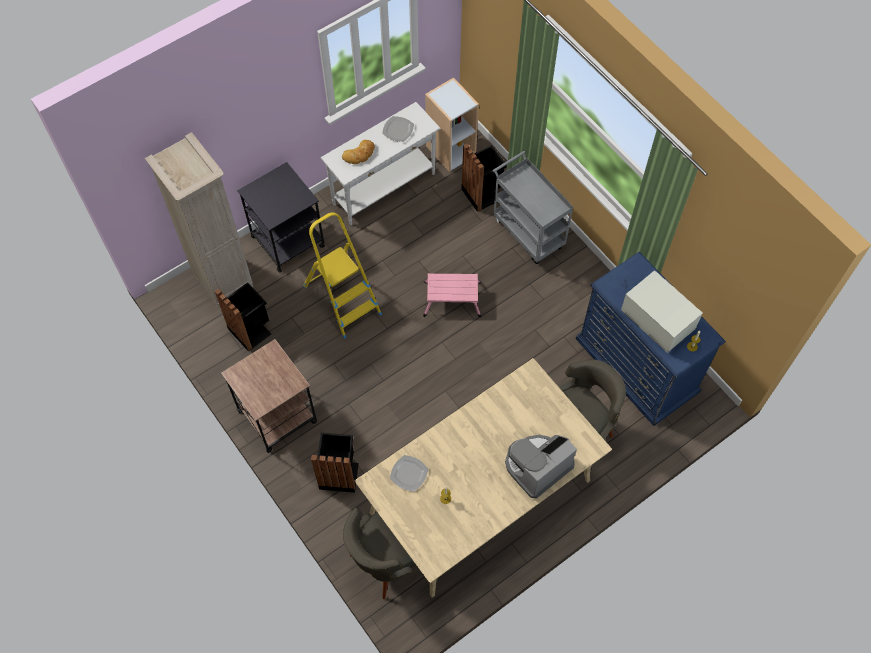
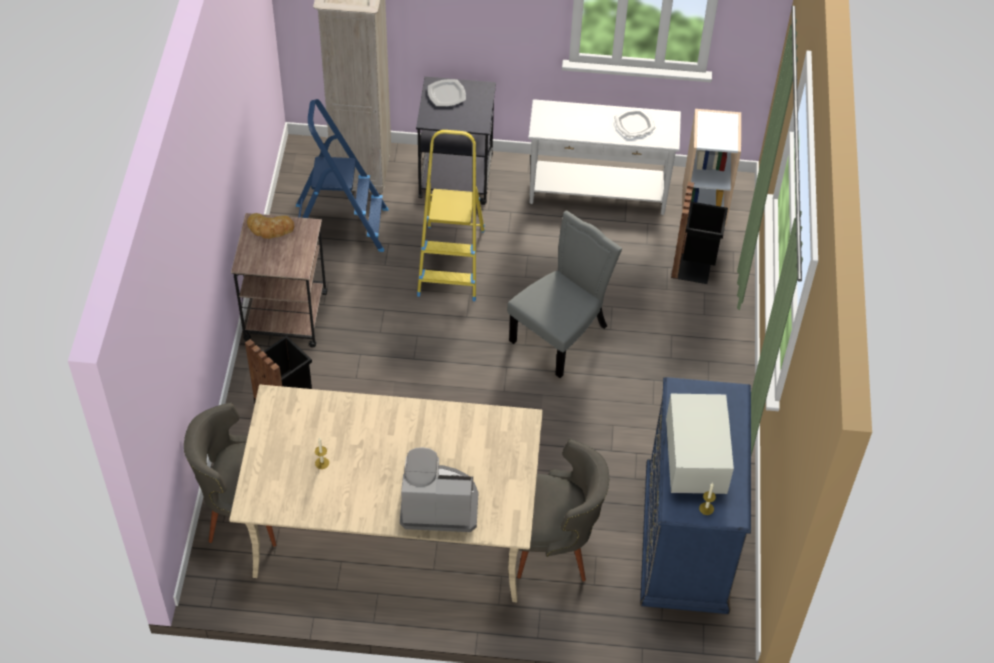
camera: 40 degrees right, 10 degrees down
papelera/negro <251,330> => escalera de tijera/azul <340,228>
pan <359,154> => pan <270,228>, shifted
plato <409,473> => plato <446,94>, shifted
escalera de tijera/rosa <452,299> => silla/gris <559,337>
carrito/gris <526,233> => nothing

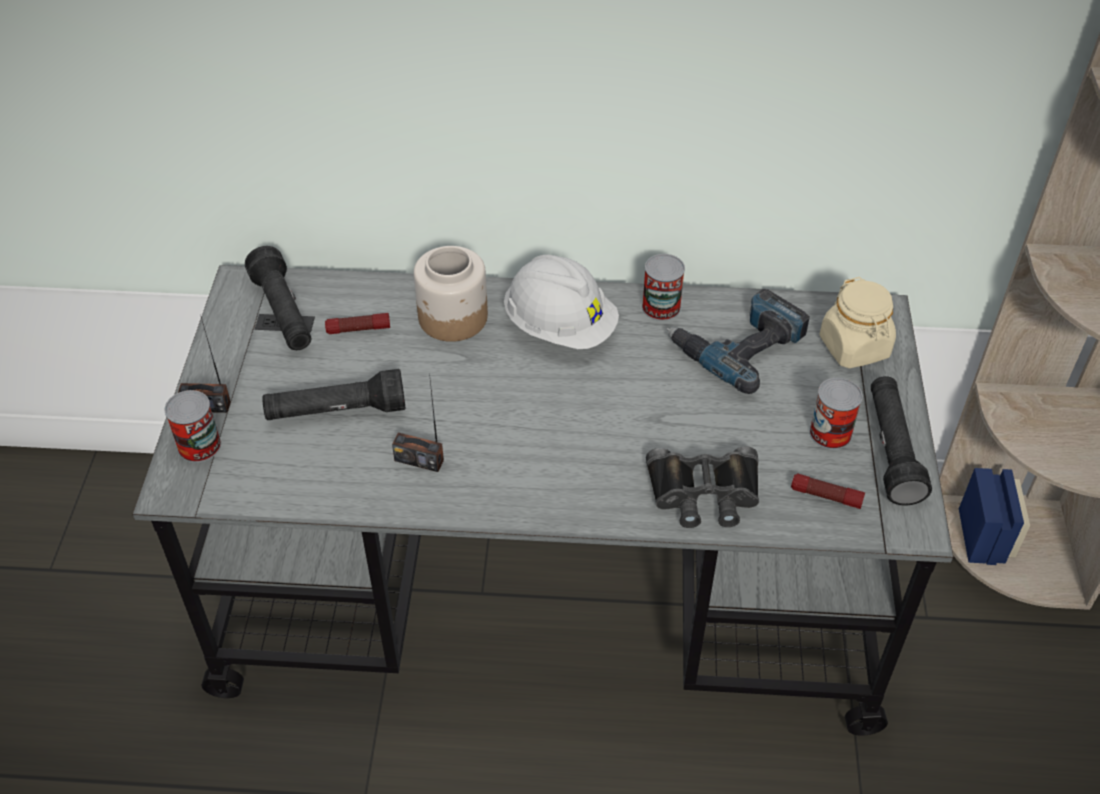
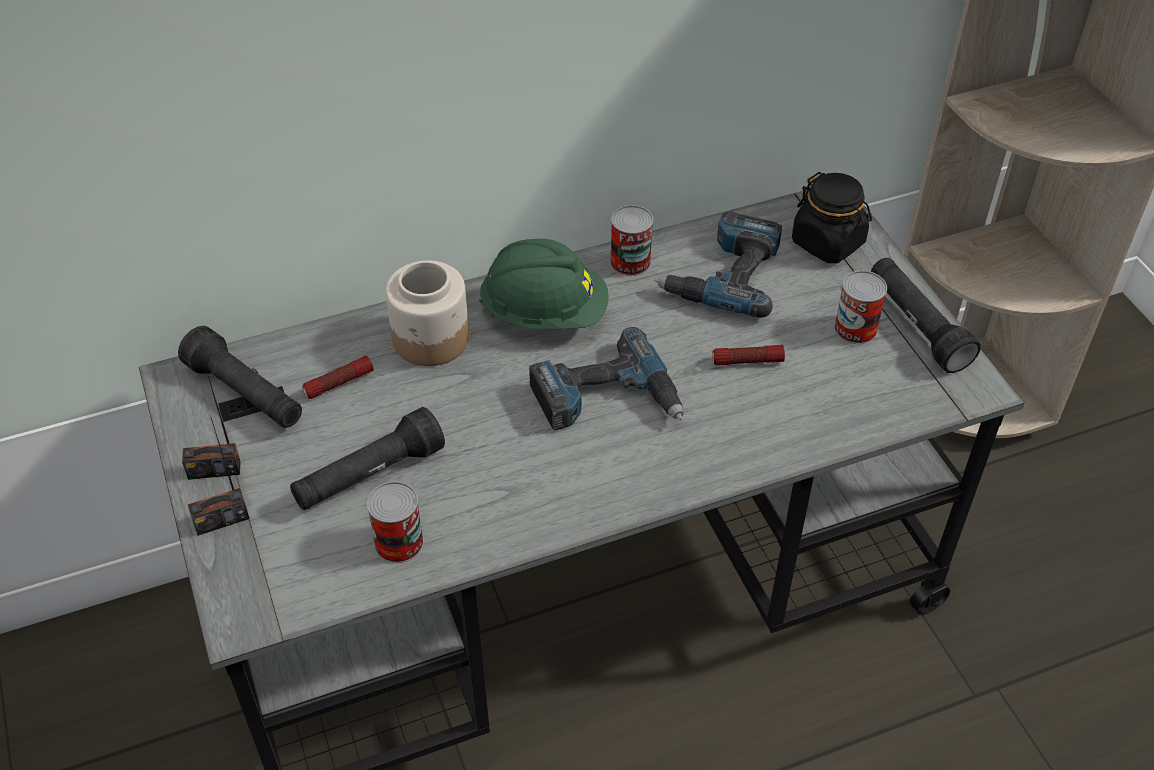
camera: 25 degrees left, 0 degrees up
lata <199,446> => lata <399,542>, shifted
radio <419,460> => radio <214,470>, shifted
casco/blanco <560,327> => casco/verde <545,313>
prismáticos/negro <704,493> => nothing
linterna <826,496> => linterna <747,361>, shifted
tarro/beis <854,347> => tarro/negro <828,242>
nothing => taladro <606,399>

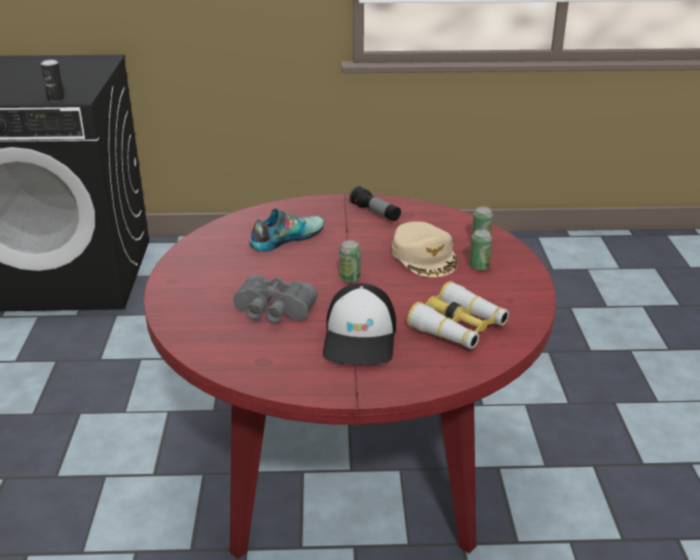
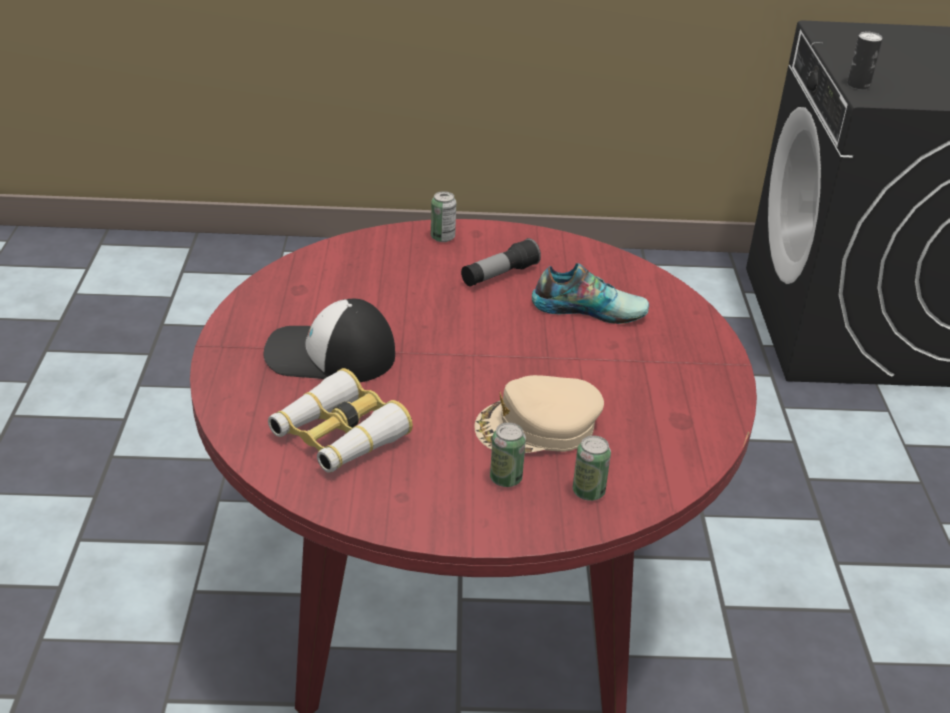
camera: 90 degrees right, 5 degrees up
prismáticos/gris <273,311> => nothing
zapato <286,238> => zapato <589,308>, 45 degrees counterclockwise
lata <350,278> => lata <442,237>, shifted
linterna <375,213> => linterna <499,275>, shifted

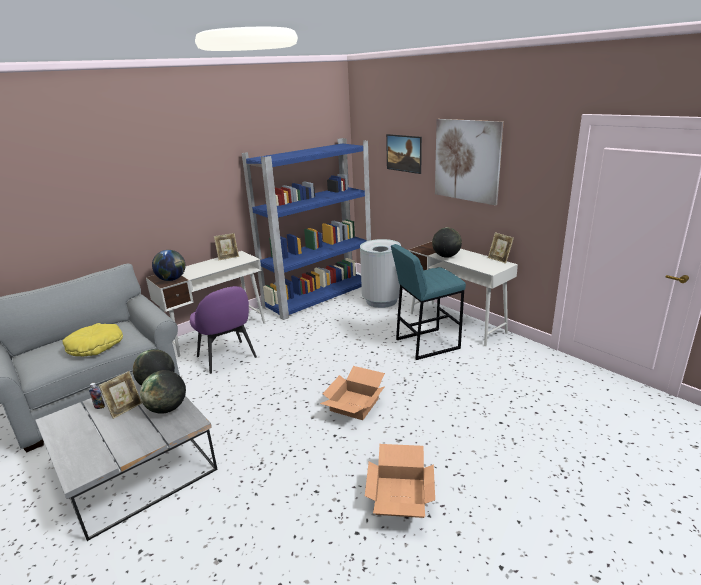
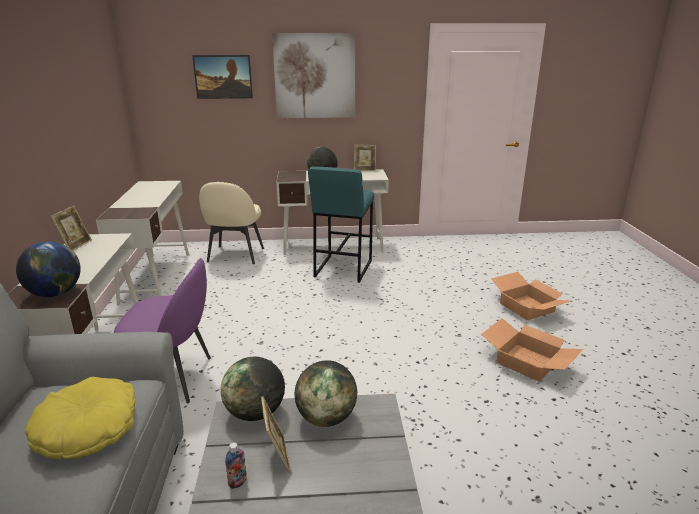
camera: 55 degrees left, 0 degrees up
estantería/azul <319,296> => escritorio/blanco <156,277>
caja de cartón <355,405> => caja de cartón <528,307>, shifted
papelera/gris <381,301> => silla/beis <235,256>

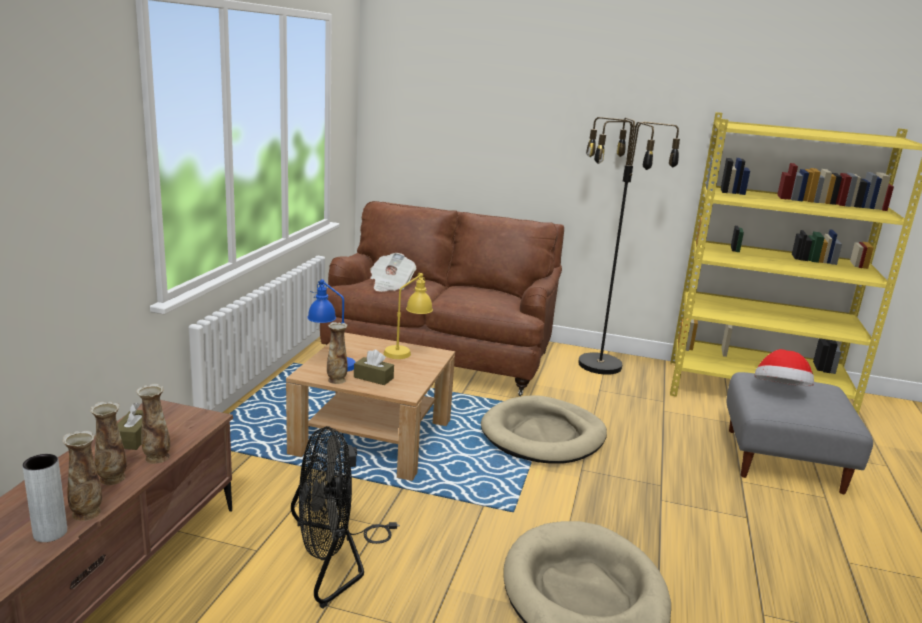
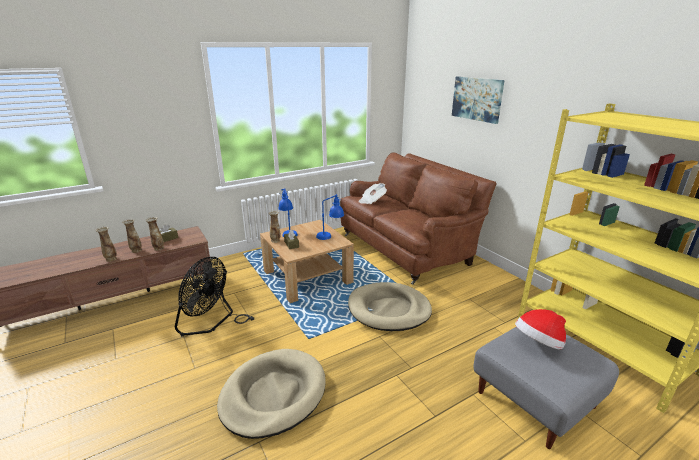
camera: 45 degrees right, 5 degrees up
florero/gris <50,533> => nothing
lámpara de mesa/amarillo <407,351> => lámpara de mesa/azul <330,236>
lámpara de pie <598,365> => nothing
nothing => cuadro <477,99>

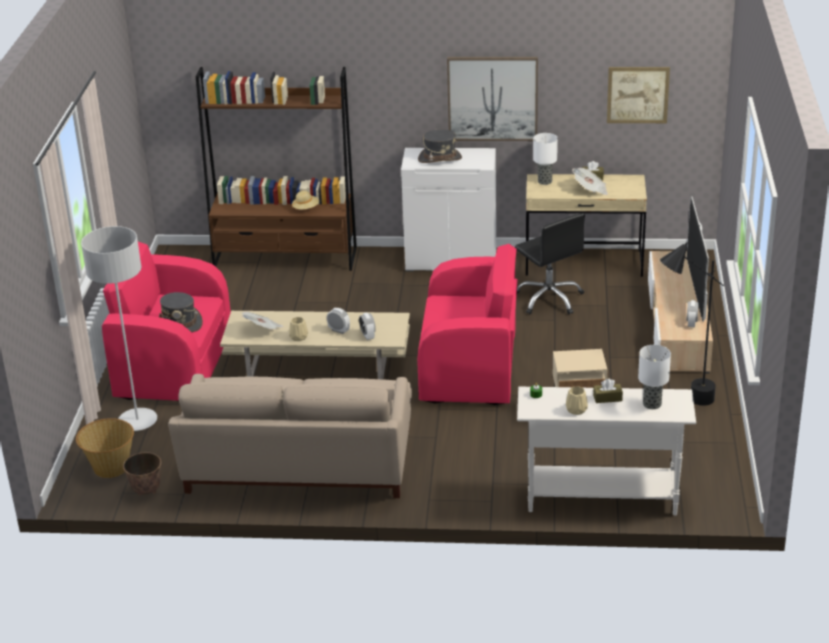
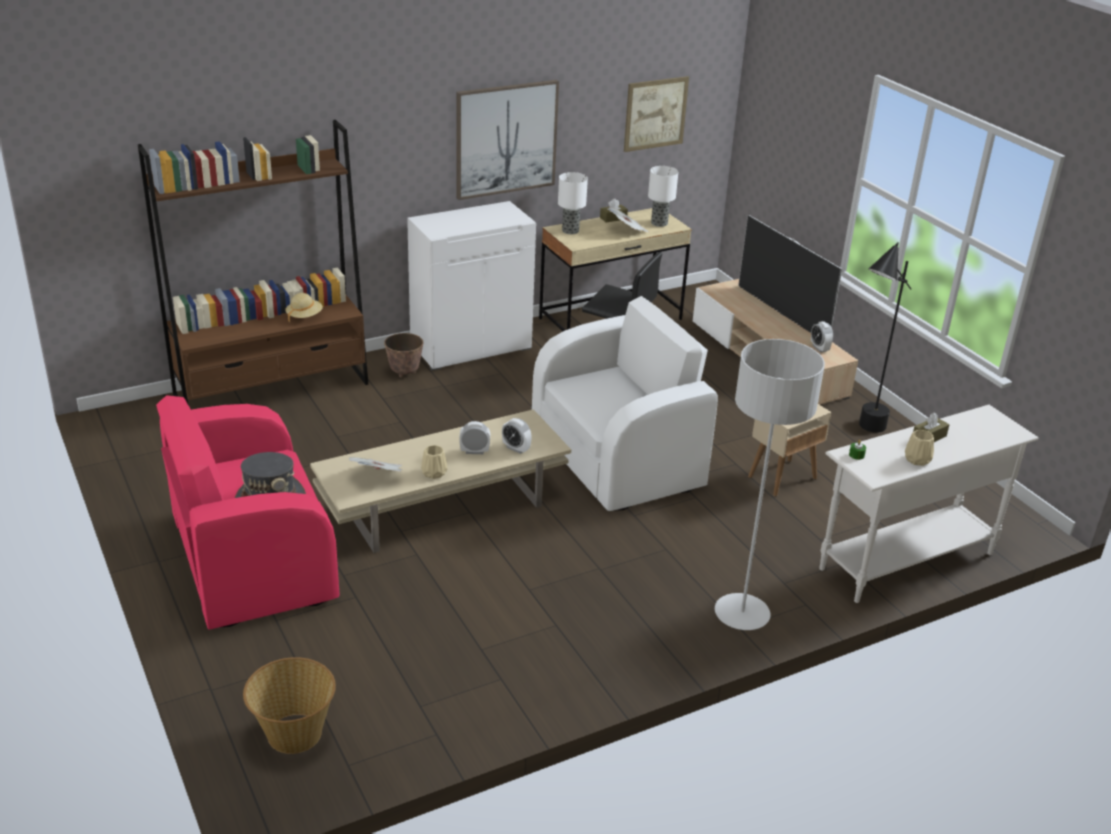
camera: 35 degrees left, 0 degrees up
lámpara de pie/gris <137,421> => lámpara de pie/gris <742,614>, shifted
maceta <146,491> => maceta <404,373>, shifted
sofá/beis <298,464> => nothing
sillón/rosa <470,368> => sillón/blanco <618,459>
sombrero/gris <440,158> => nothing
lámpara de mesa <652,404> => lámpara de mesa <659,223>, shifted

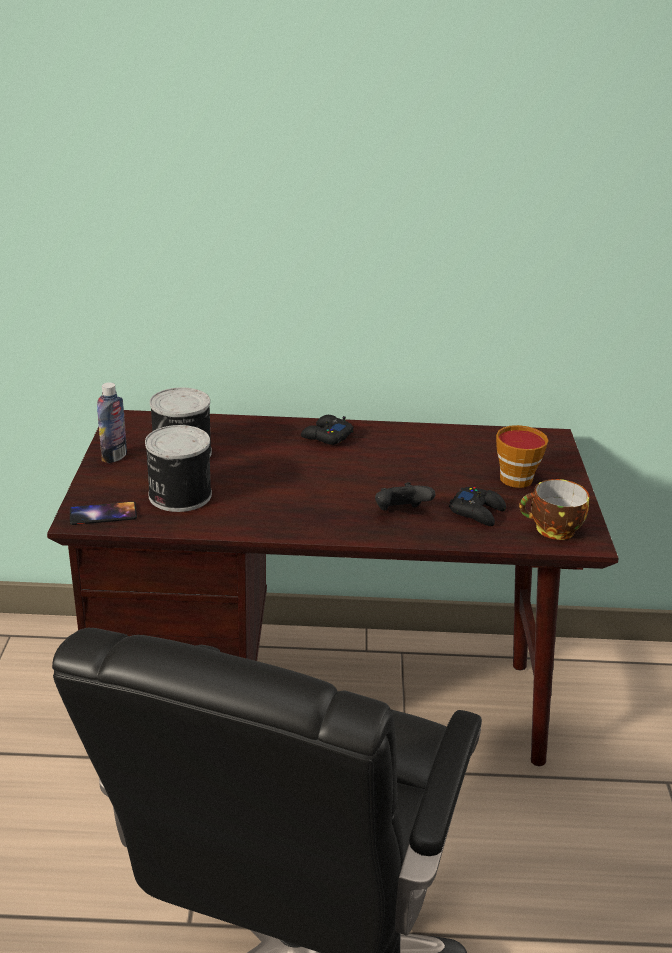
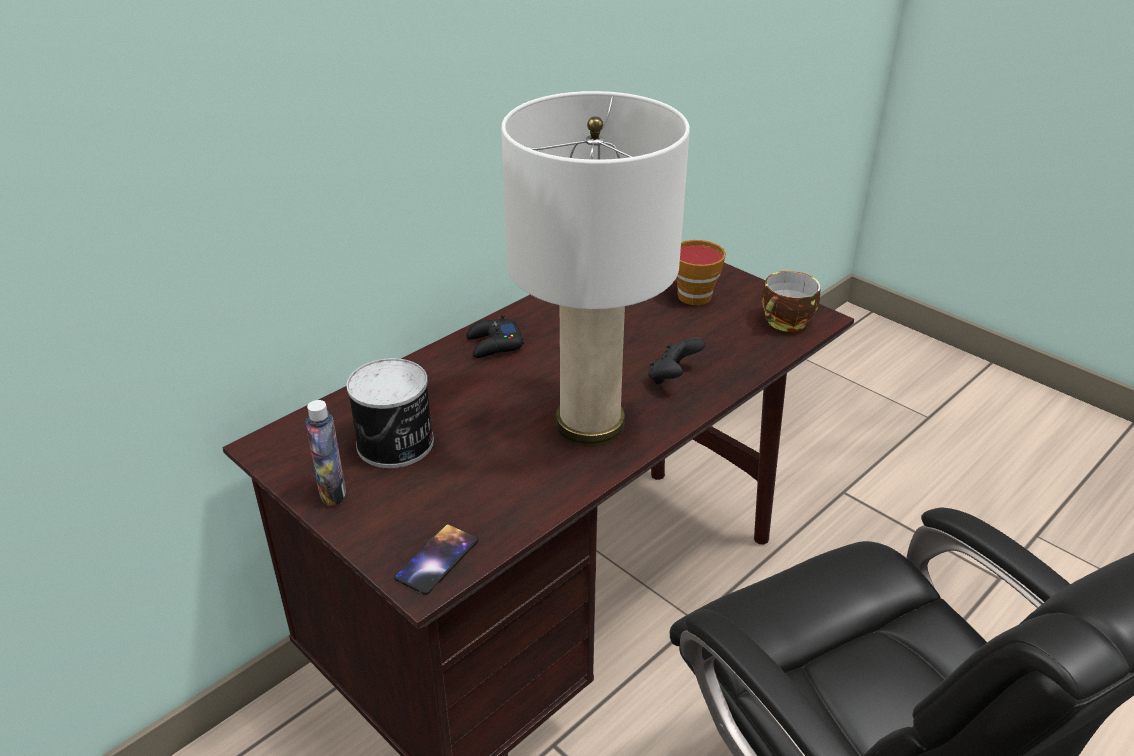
camera: 45 degrees left, 5 degrees up
lata <178,495> => nothing
mando de consola/negro <477,512> => nothing
nothing => lámpara de mesa/blanco <591,424>

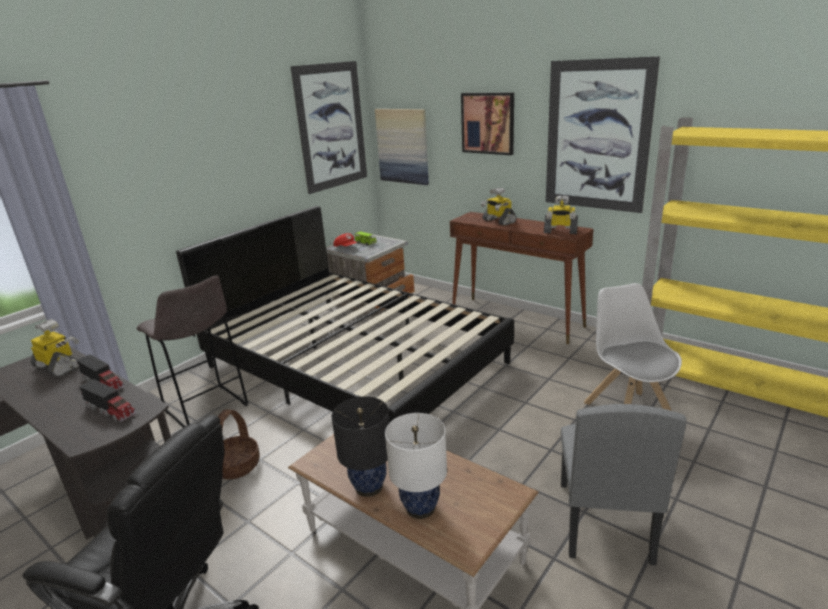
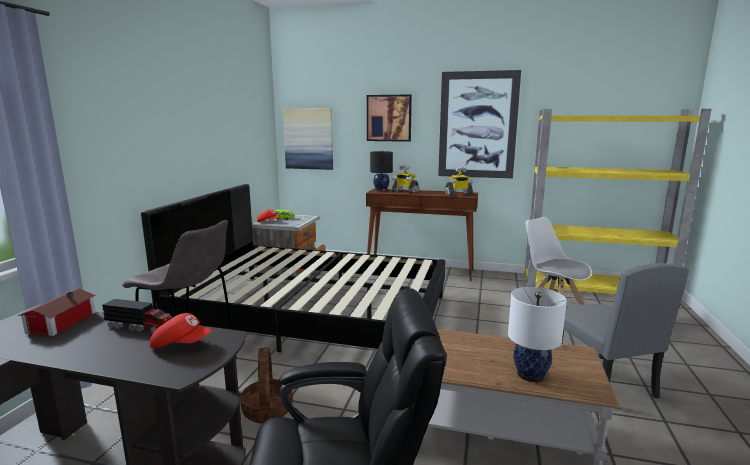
camera: 25 degrees left, 10 degrees down
robot de juguete <59,367> => casita <59,323>
camión de juguete <111,410> => gorra/rojo <181,345>
cuadro <331,126> => nothing
lámpara de mesa/negro <369,486> => lámpara de mesa/negro <381,190>, shifted

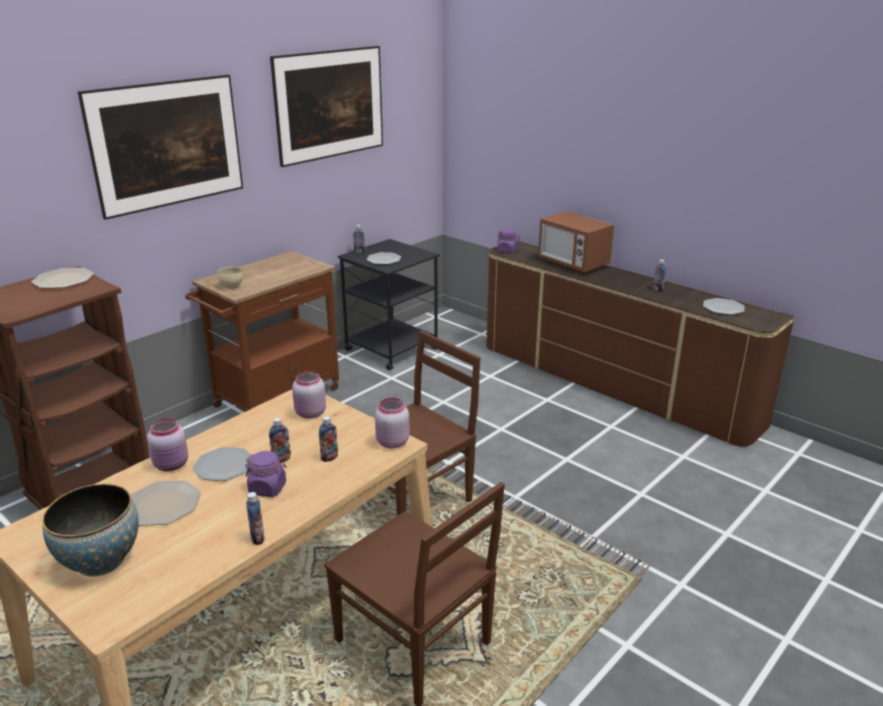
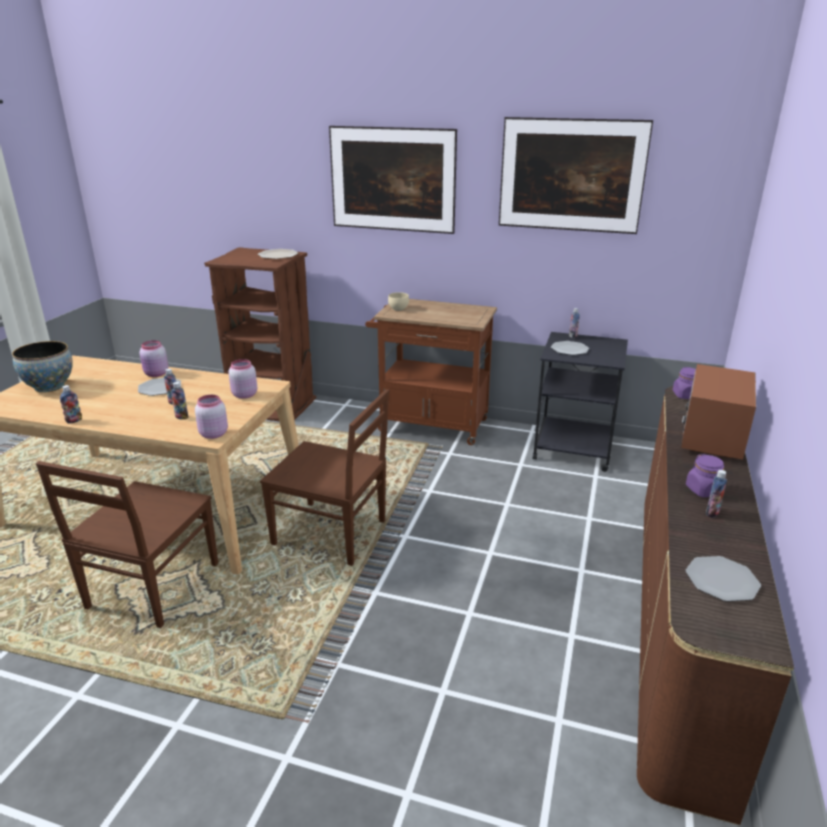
camera: 65 degrees right, 0 degrees up
plato <162,504> => nothing
tarro/morado <268,488> => tarro/morado <704,490>, shifted

